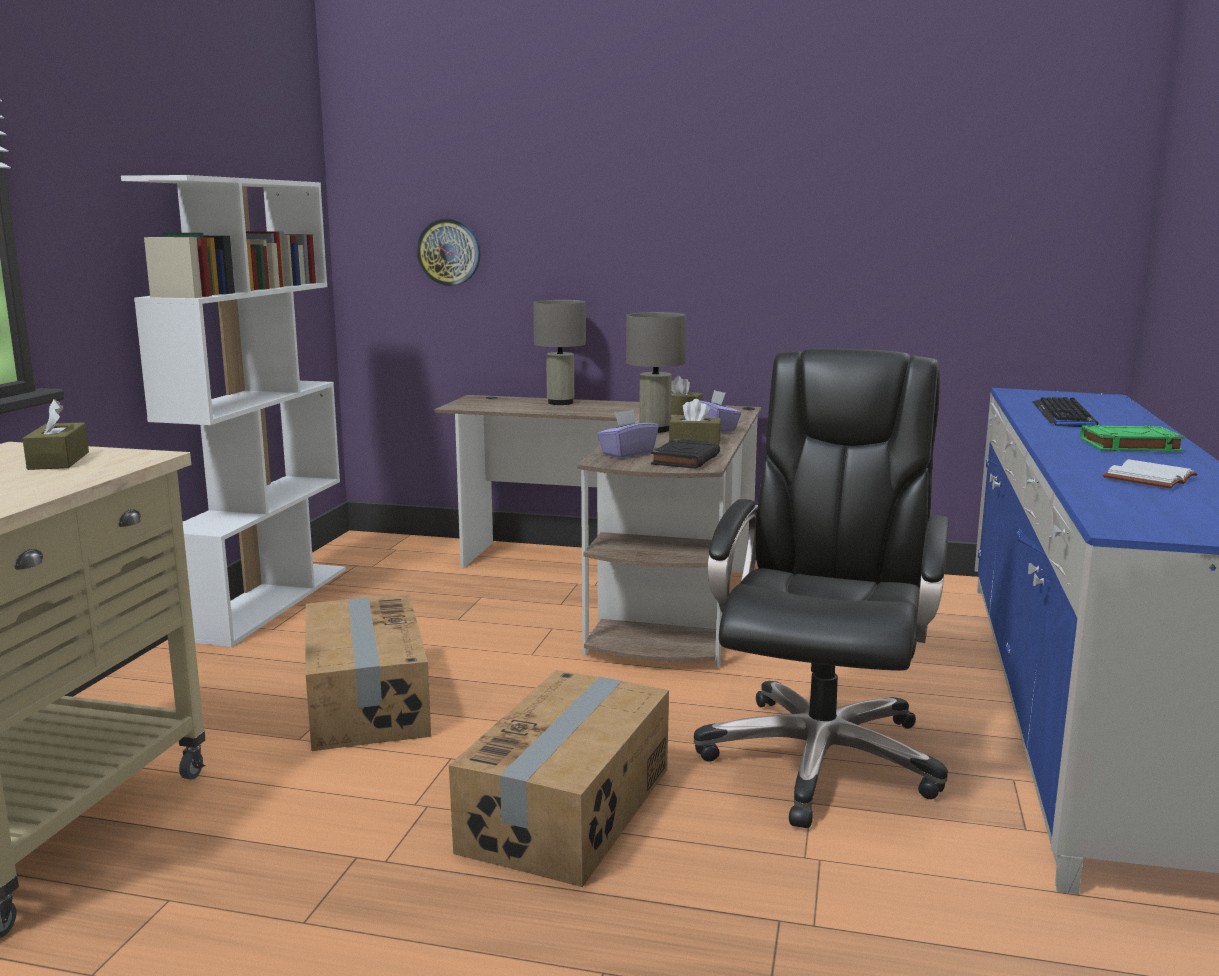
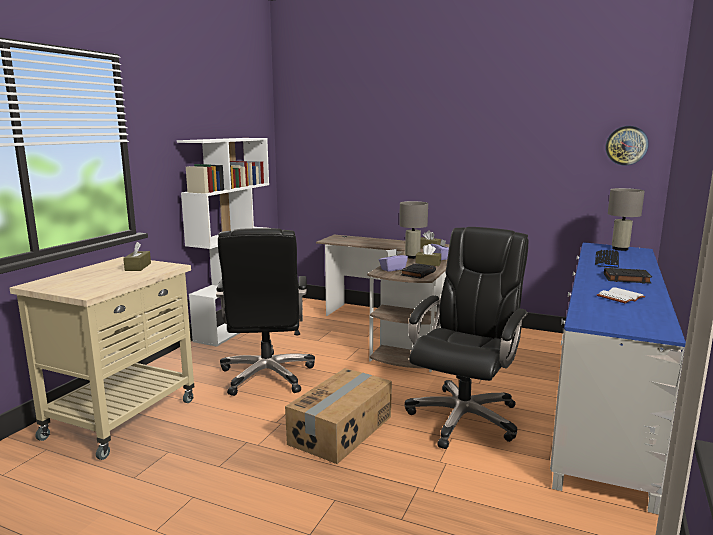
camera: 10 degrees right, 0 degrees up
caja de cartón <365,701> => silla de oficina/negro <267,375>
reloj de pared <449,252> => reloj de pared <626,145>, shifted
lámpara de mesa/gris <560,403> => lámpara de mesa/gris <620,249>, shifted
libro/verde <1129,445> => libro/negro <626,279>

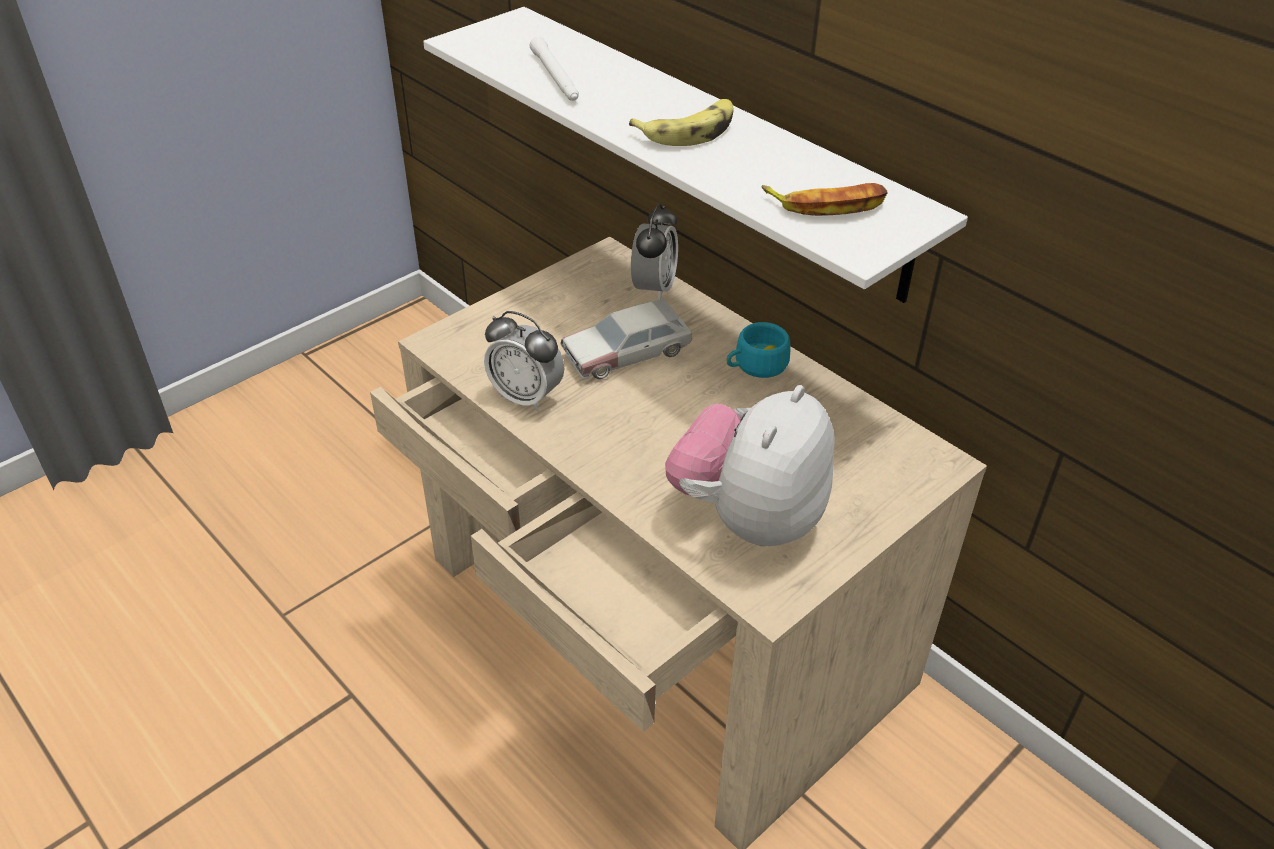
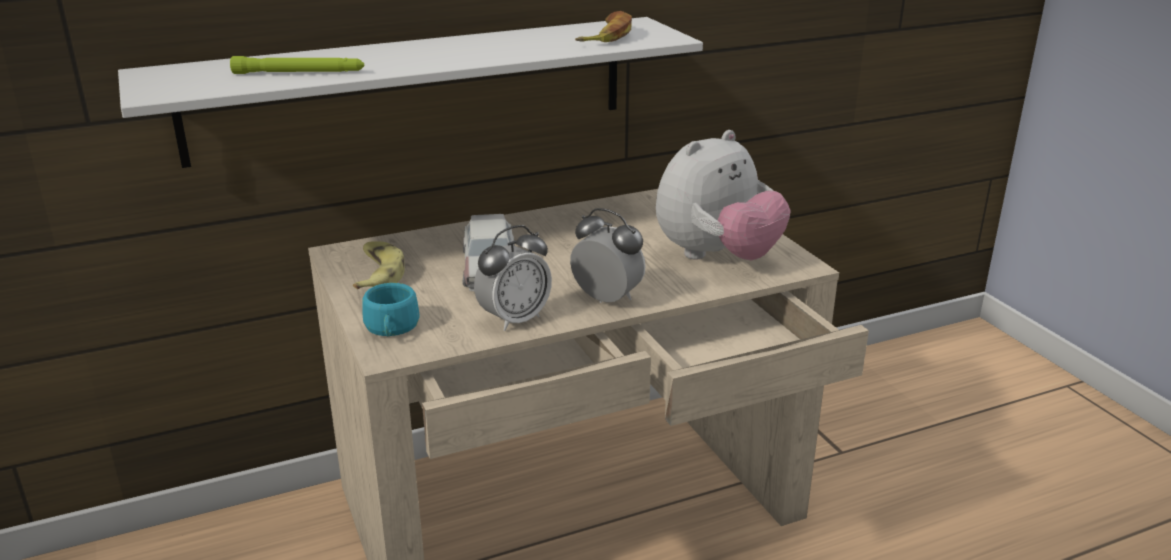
camera: 70 degrees left, 15 degrees down
linterna/blanco <555,77> => linterna/verde <299,73>
plátano <689,131> => plátano <377,273>, shifted
despertador <654,288> => despertador <607,299>, shifted
peluche <749,517> => peluche <717,257>, 90 degrees counterclockwise
taza/turquesa <755,365> => taza/turquesa <391,329>, shifted

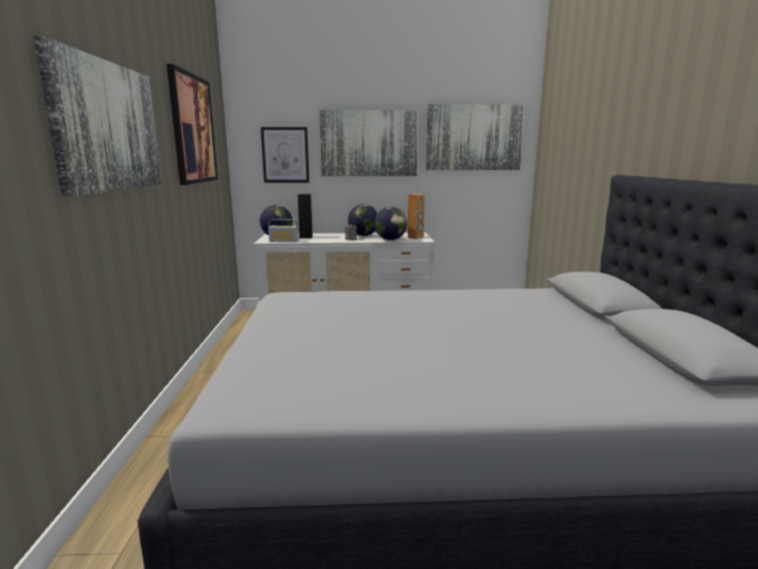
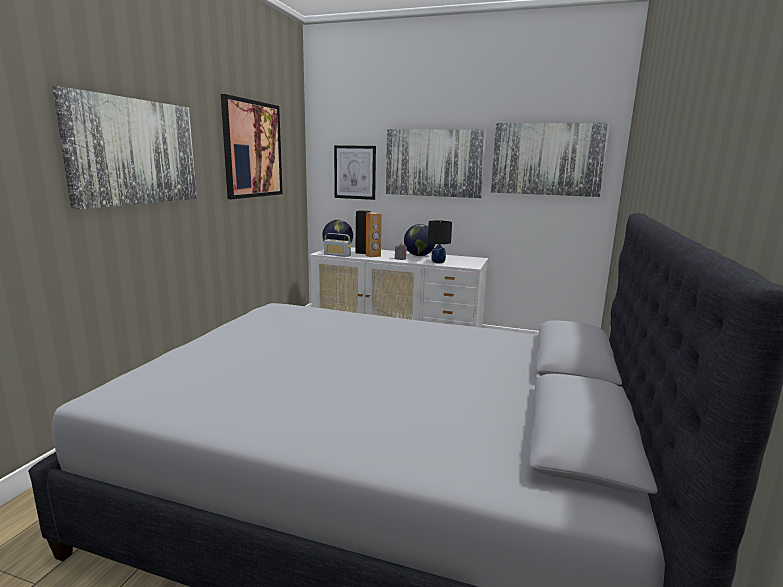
camera: 20 degrees right, 0 degrees up
globo terráqueo <390,239> => lámpara de mesa/negro <438,262>
altavoz/marrón <415,237> => altavoz/marrón <373,256>, shifted

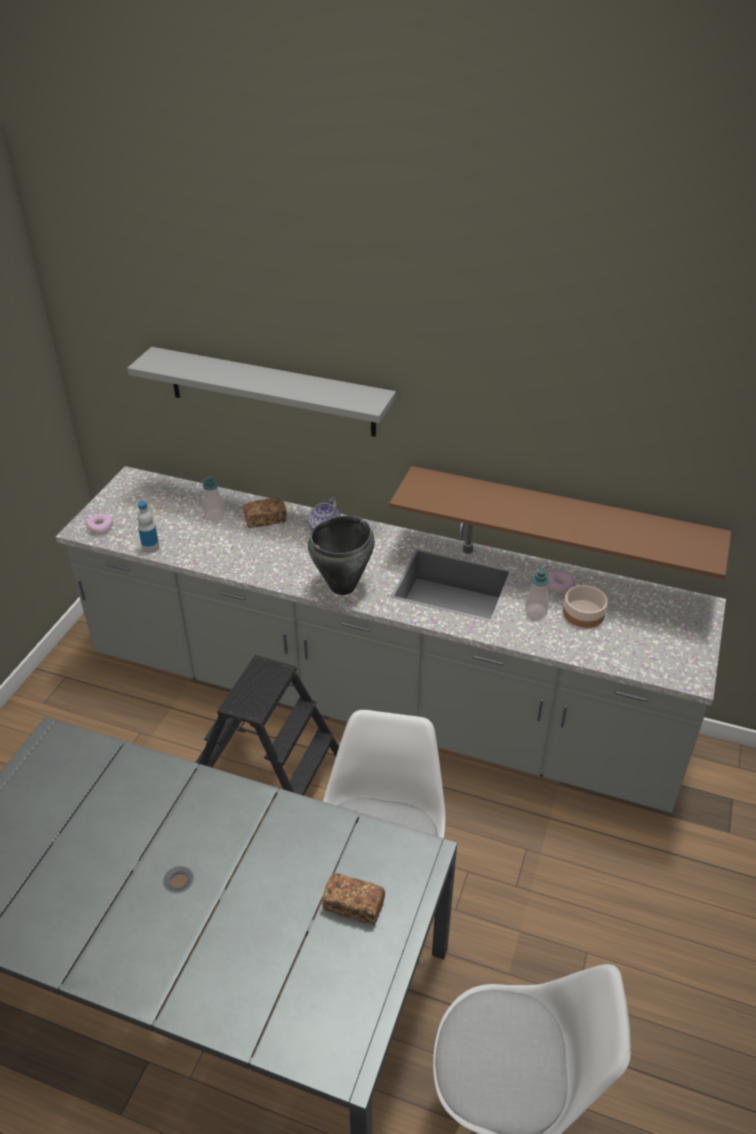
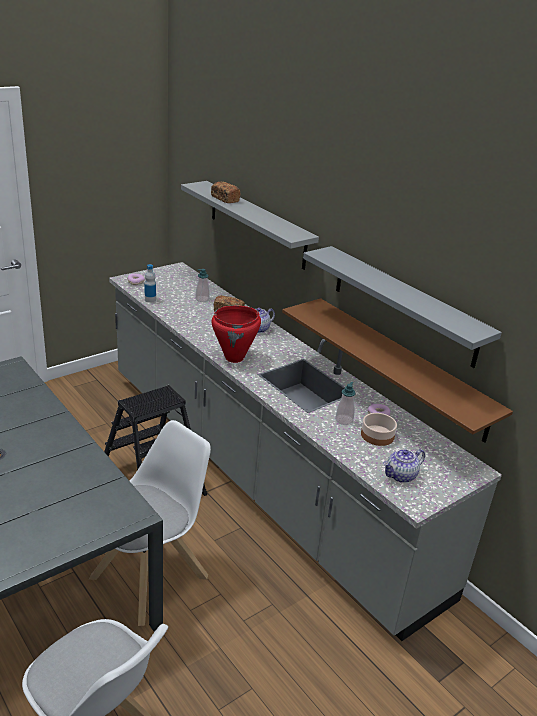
camera: 30 degrees right, 10 degrees down
olla/negro <343,587> => olla/rojo <234,358>
pan <353,905> => pan <225,199>, shifted
nothing => estante/gris <403,305>
nothing => tetera <401,476>

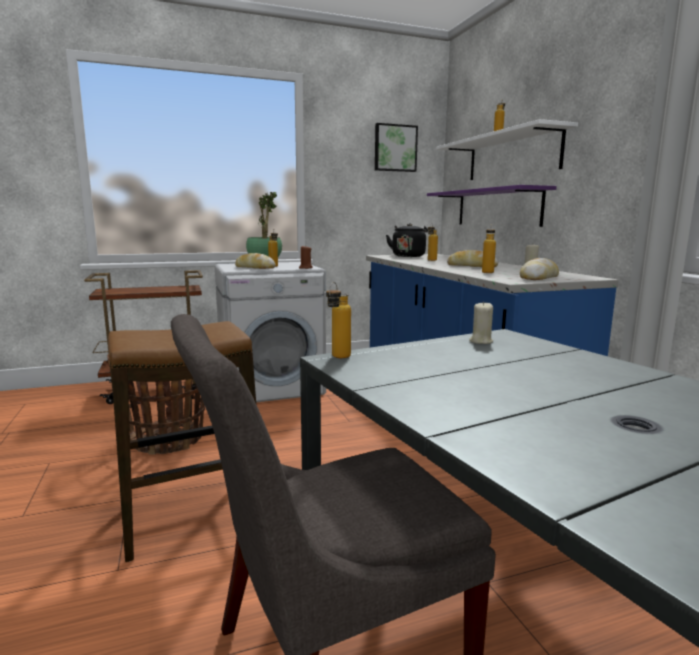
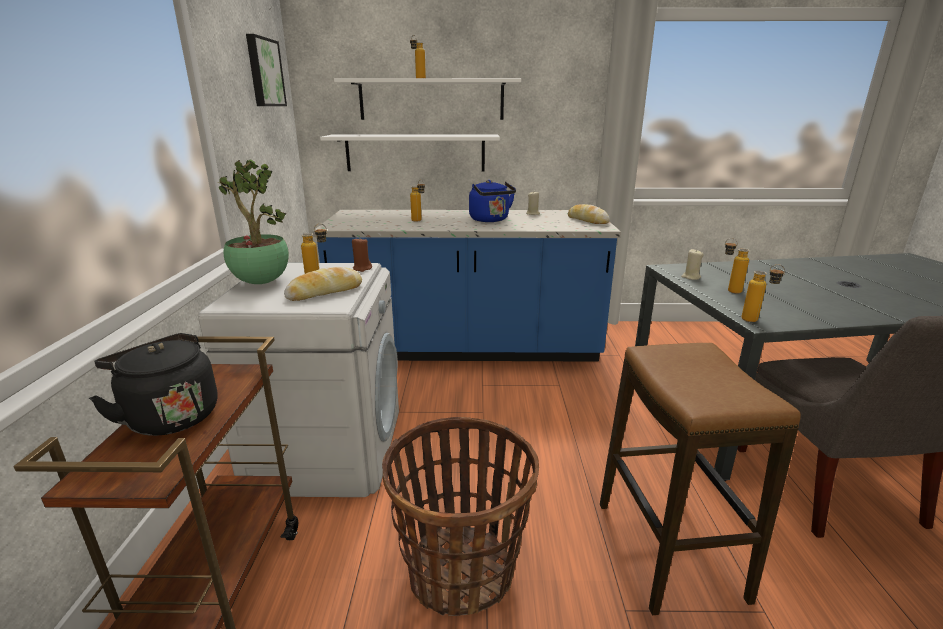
camera: 70 degrees left, 10 degrees up
hervidor/negro <408,256> => hervidor/negro <170,416>, shifted
estante/morado <497,208> => estante/blanco <415,153>
pan <471,266> => hervidor/azul <490,220>
botella <487,272> => botella <728,290>, shifted

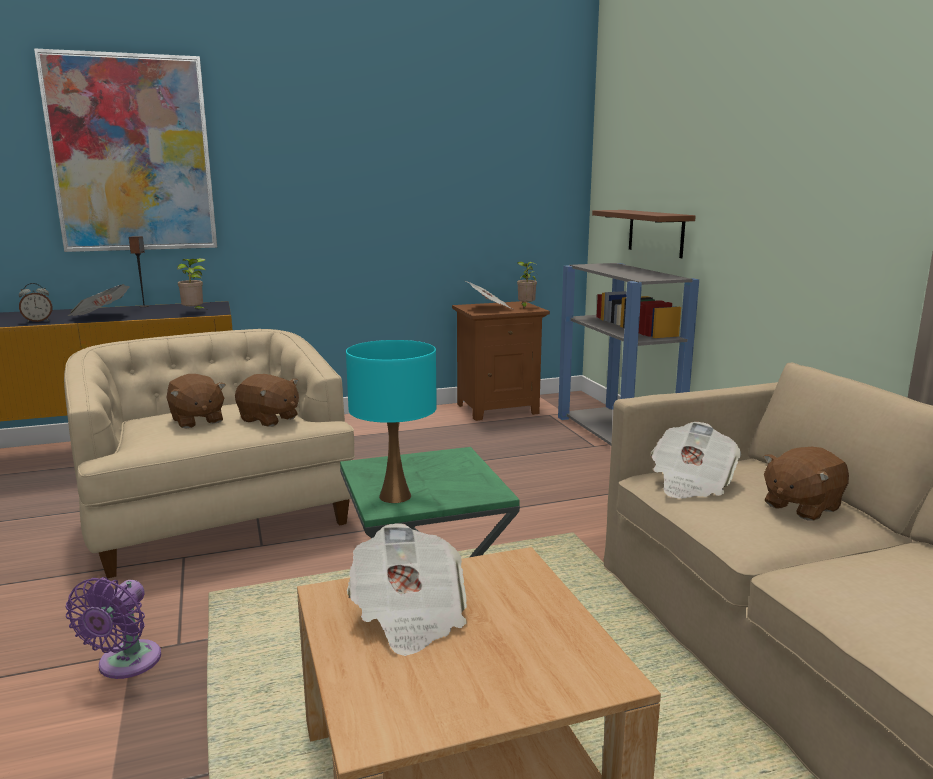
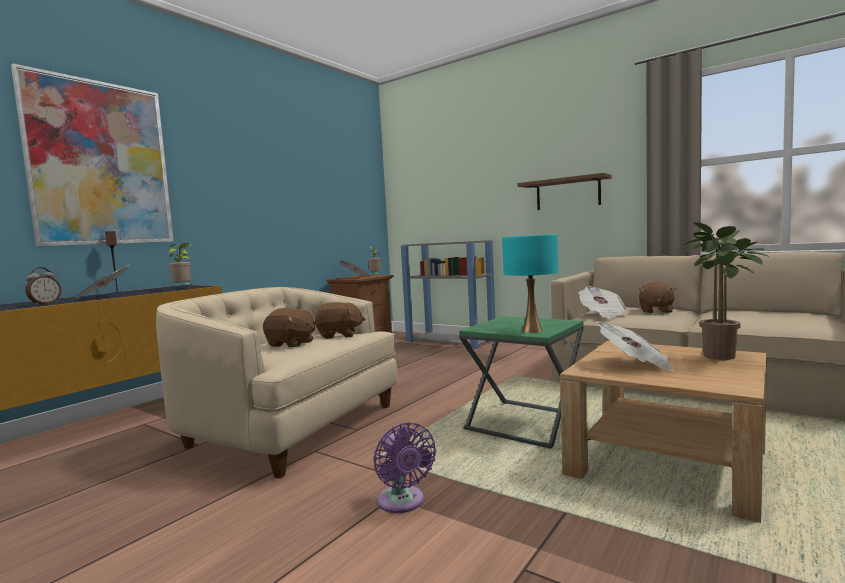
camera: 35 degrees left, 10 degrees down
estante/marrón <656,233> => estante/marrón <568,193>, shifted
nothing => planta en maceta <722,357>

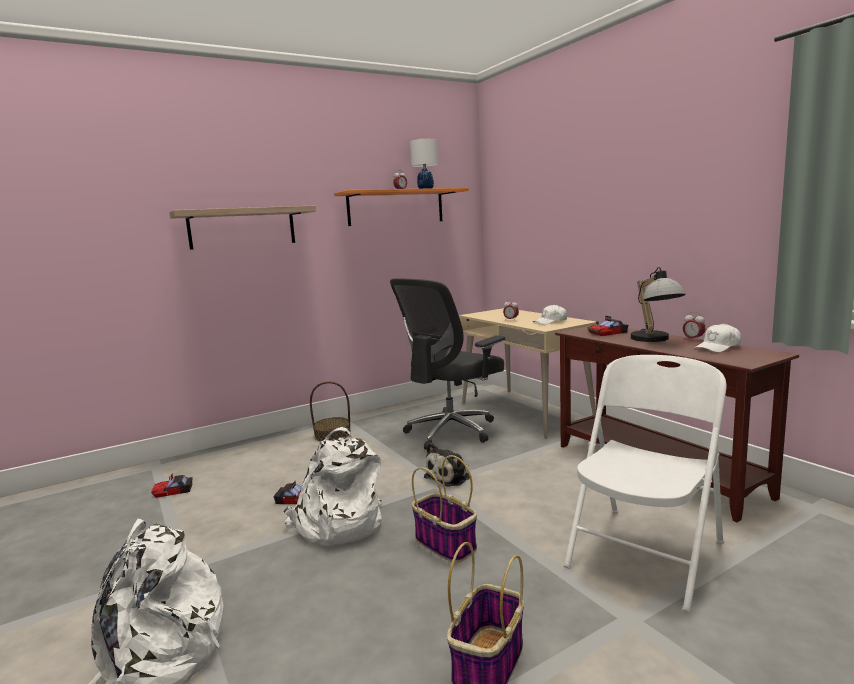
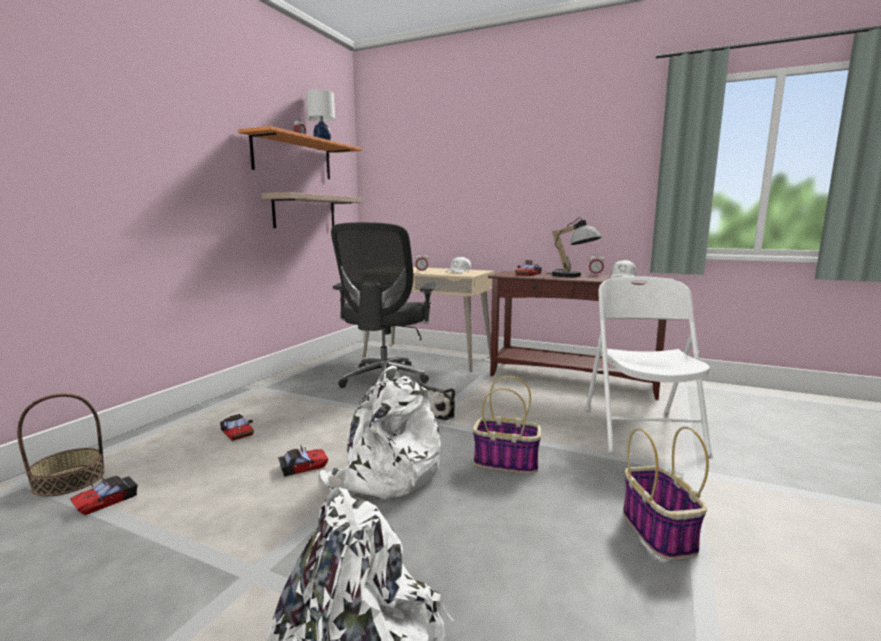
camera: 35 degrees left, 0 degrees up
estante <242,228> => estante <305,211>, shifted
cesta <332,435> => cesta <69,480>, shifted
nothing => coche de juguete <237,432>

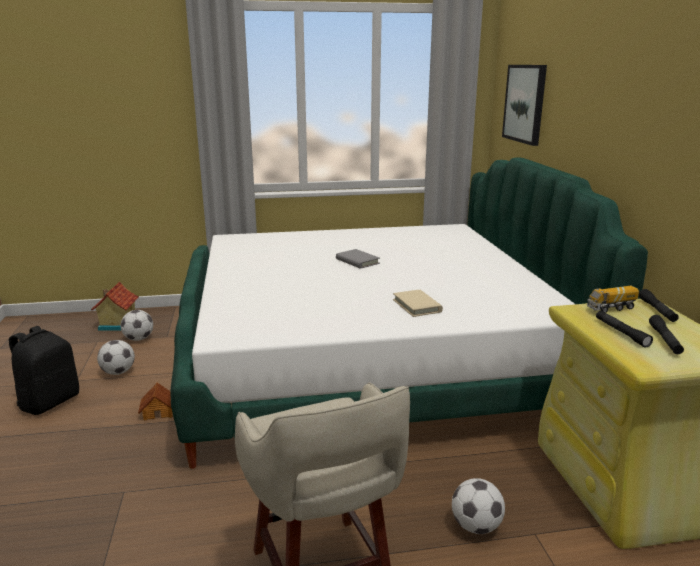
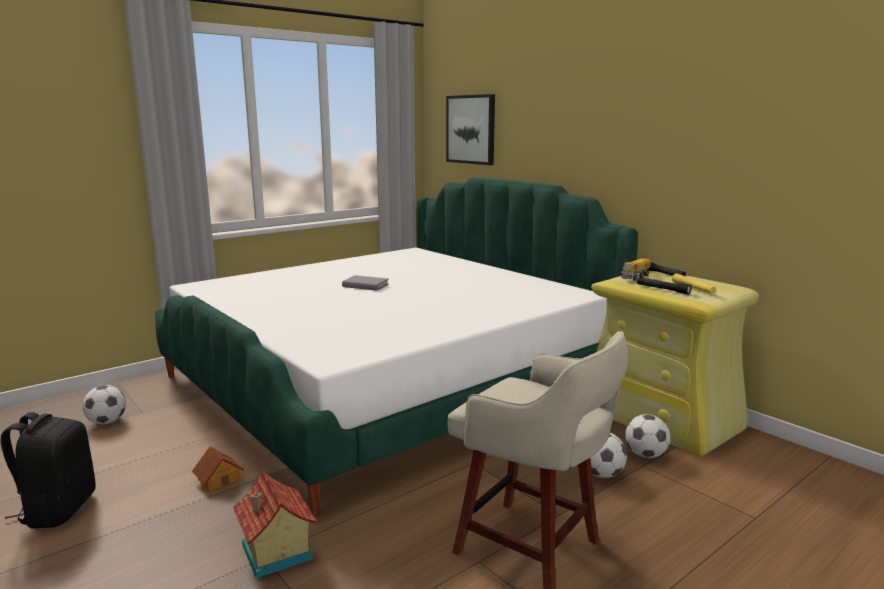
camera: 30 degrees left, 5 degrees down
casita <117,324> => casita <275,553>, shifted
balón de fútbol <118,372> => balón de fútbol <645,455>, shifted
libro/beis <417,306> => nothing
linterna/negro <665,340> => linterna/amarillo <693,288>

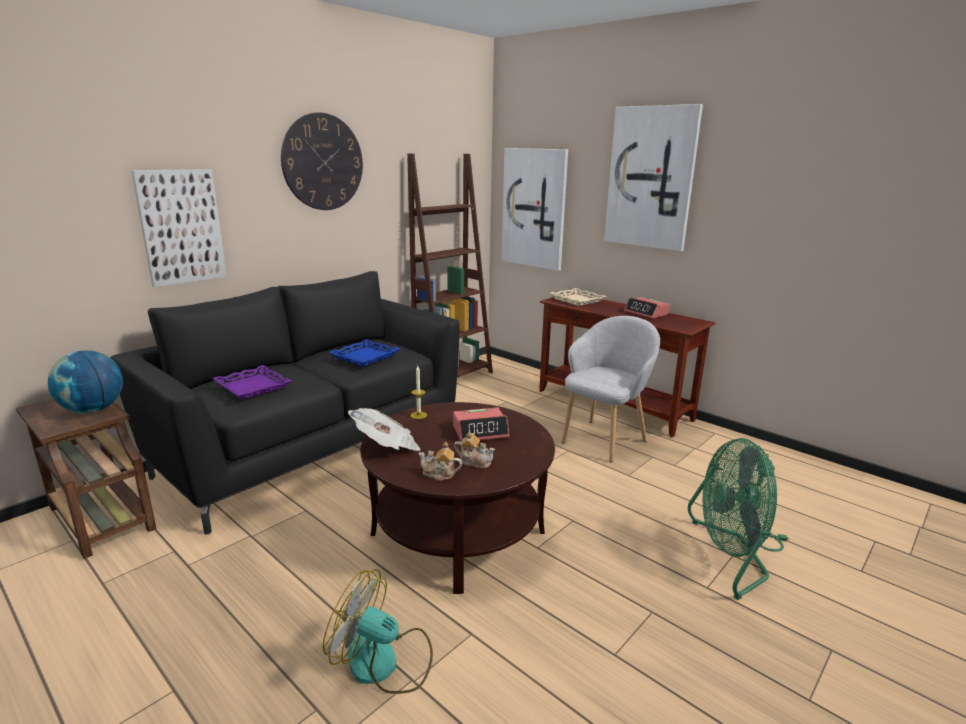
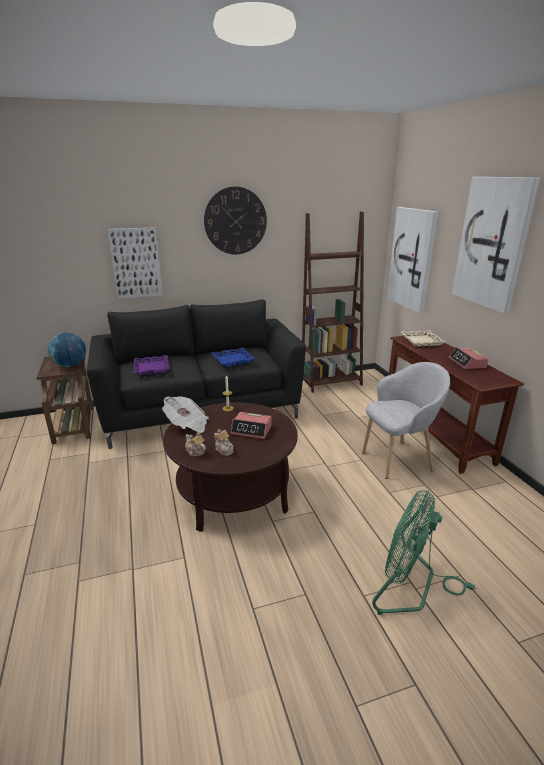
camera: 30 degrees right, 5 degrees up
ventilador <384,663> => nothing

